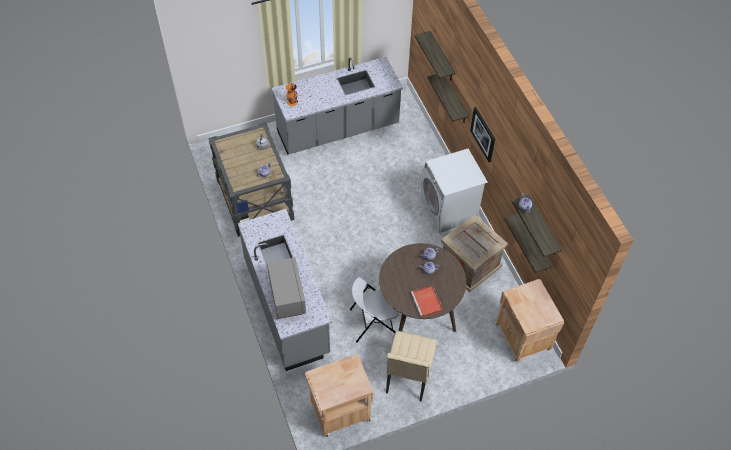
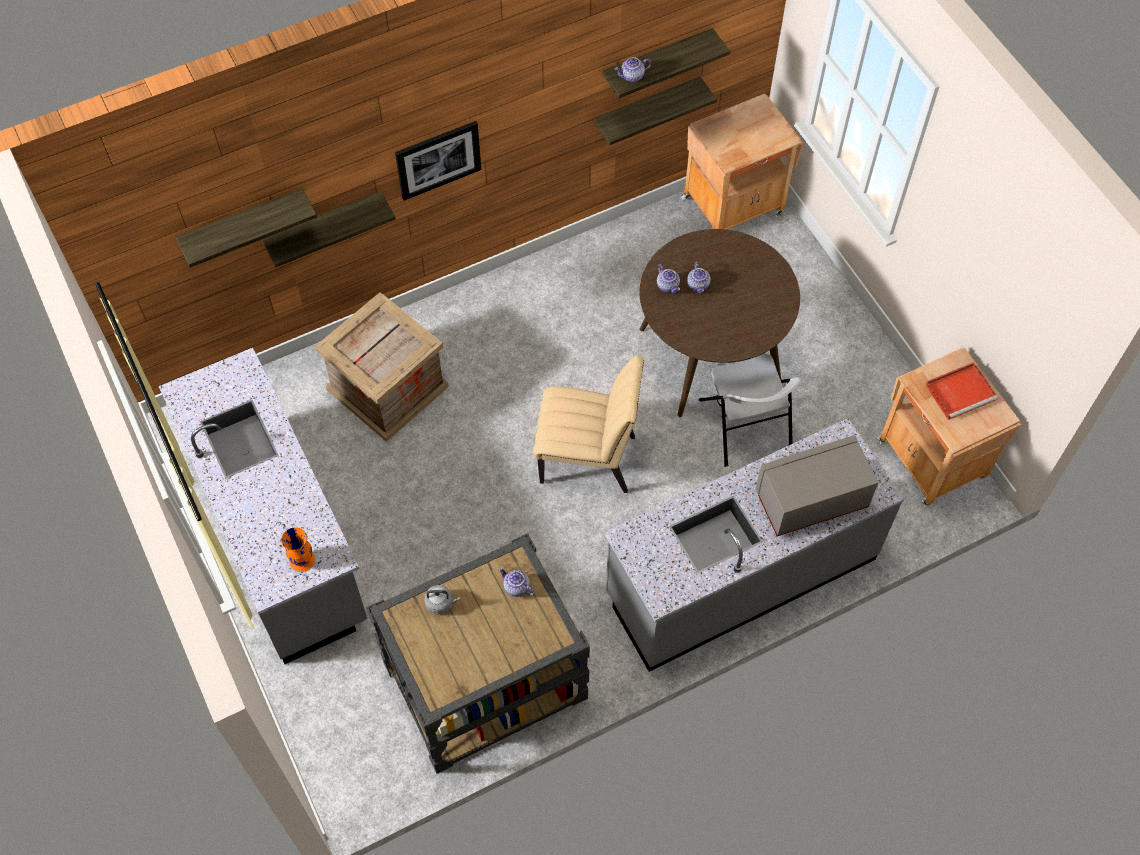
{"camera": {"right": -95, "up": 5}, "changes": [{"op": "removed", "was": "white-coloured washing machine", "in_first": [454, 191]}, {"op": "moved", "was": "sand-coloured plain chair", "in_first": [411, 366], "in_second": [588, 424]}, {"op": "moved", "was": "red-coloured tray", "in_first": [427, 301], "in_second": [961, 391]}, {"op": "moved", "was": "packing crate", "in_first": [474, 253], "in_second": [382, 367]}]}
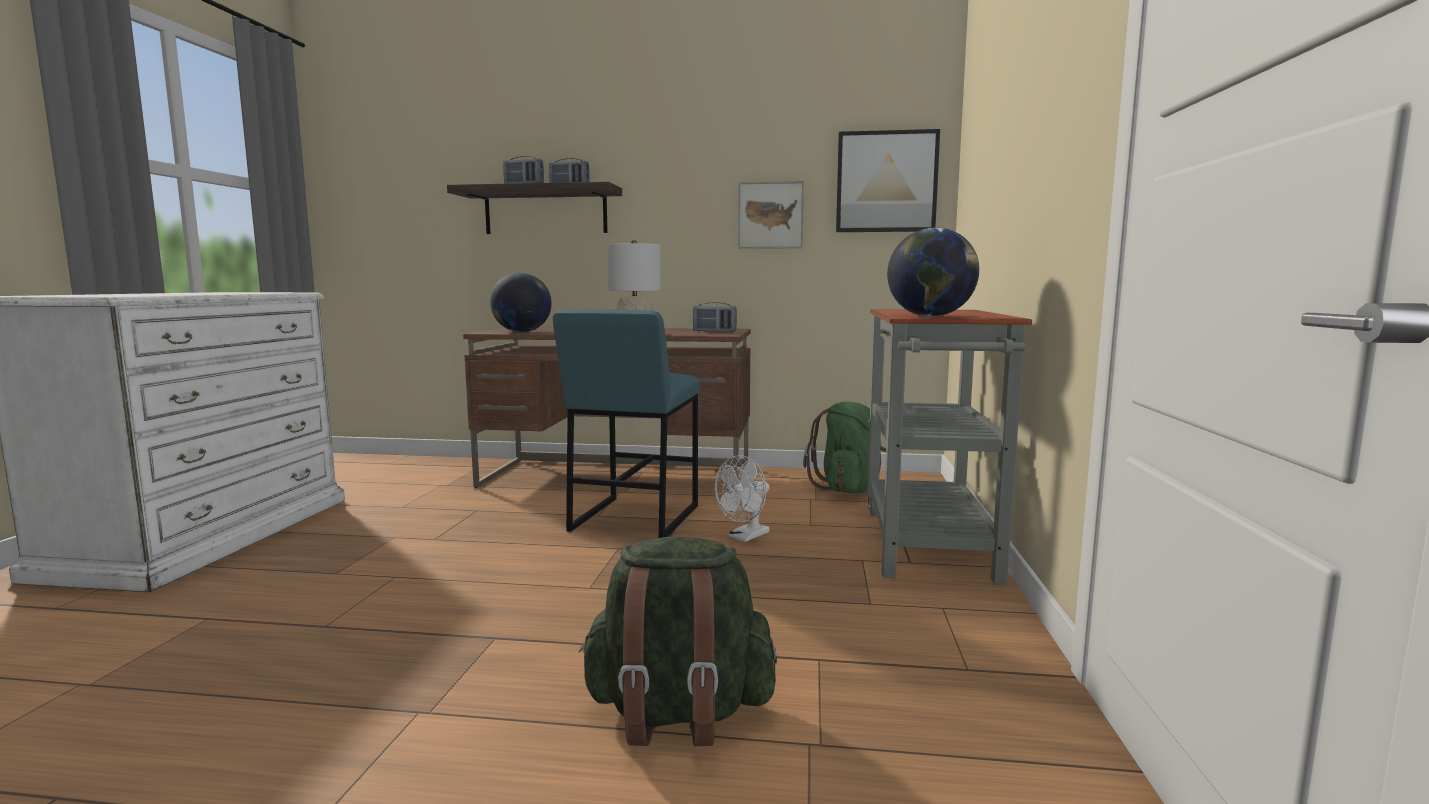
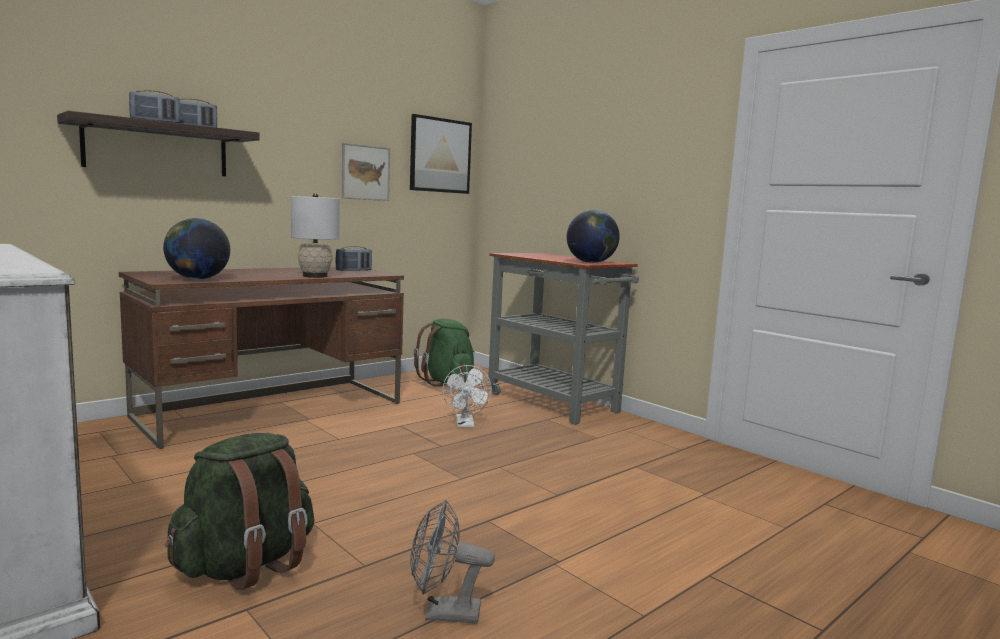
{"camera": {"right": -50, "up": 0}, "changes": [{"op": "removed", "was": "blue stool", "in_first": [626, 423]}, {"op": "added", "now": "gray fan", "in_second": [452, 561]}, {"op": "moved", "was": "green-coloured backpack", "in_first": [678, 641], "in_second": [239, 512]}]}
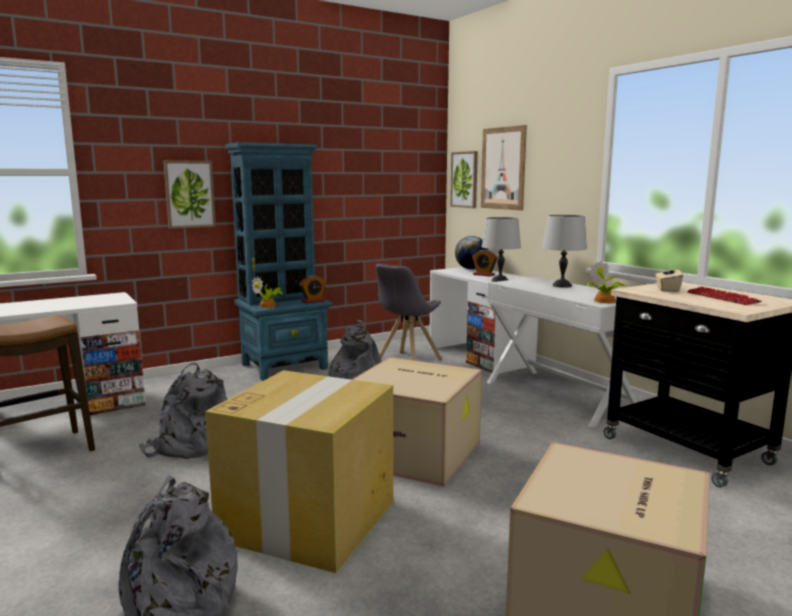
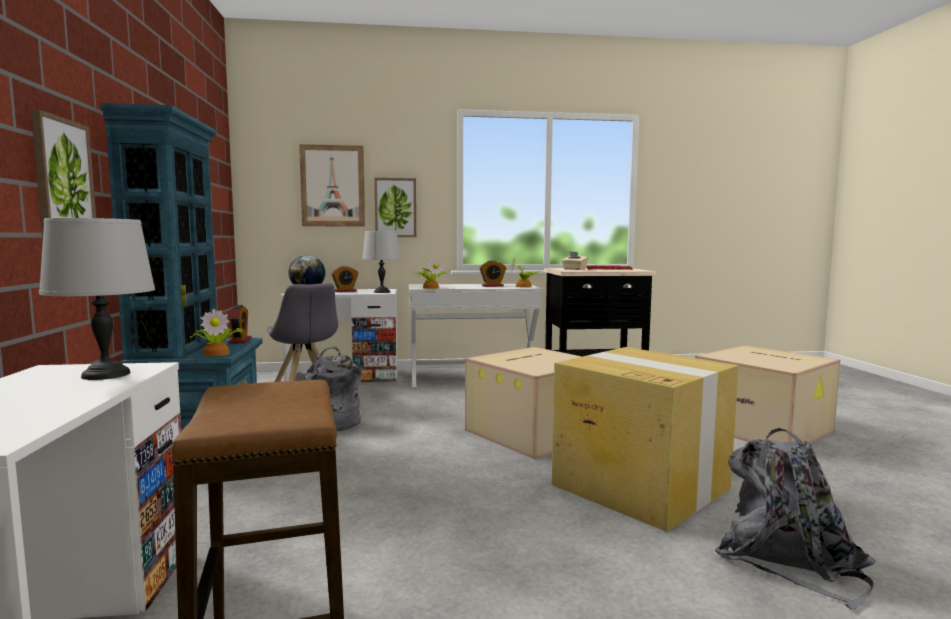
{"camera": {"right": -65, "up": -5}, "changes": [{"op": "removed", "was": "gray backpack", "in_first": [183, 410]}, {"op": "added", "now": "houseplant", "in_second": [431, 273]}, {"op": "added", "now": "alarm clock", "in_second": [492, 273]}, {"op": "moved", "was": "picture", "in_first": [464, 179], "in_second": [395, 207]}, {"op": "moved", "was": "gray table lamp", "in_first": [564, 251], "in_second": [97, 299]}]}
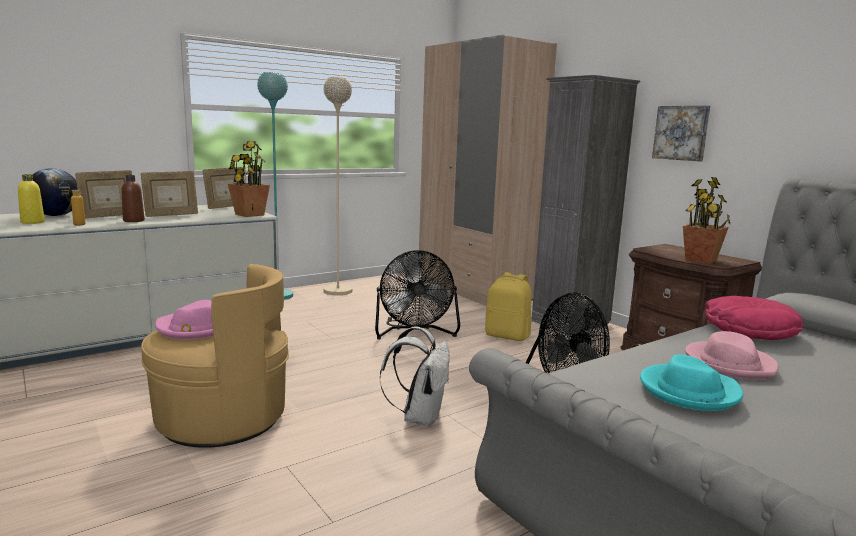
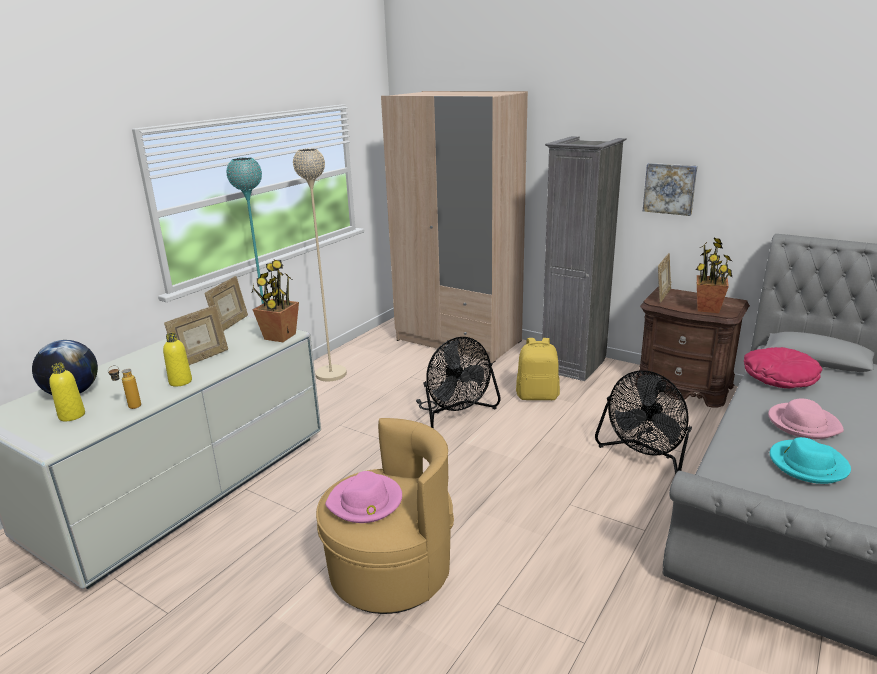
{"camera": {"right": -20, "up": 10}, "changes": [{"op": "removed", "was": "white-coloured backpack", "in_first": [415, 377]}, {"op": "moved", "was": "photo frame", "in_first": [103, 194], "in_second": [664, 278]}, {"op": "recoloured", "was": "brown beverage bottle", "now": "yellowish beverage bottle", "in_first": [133, 198], "in_second": [177, 360]}]}
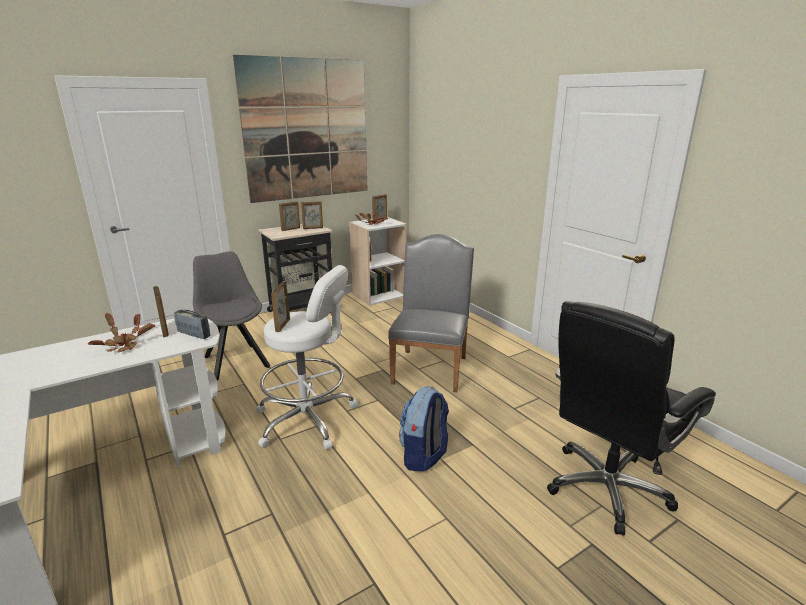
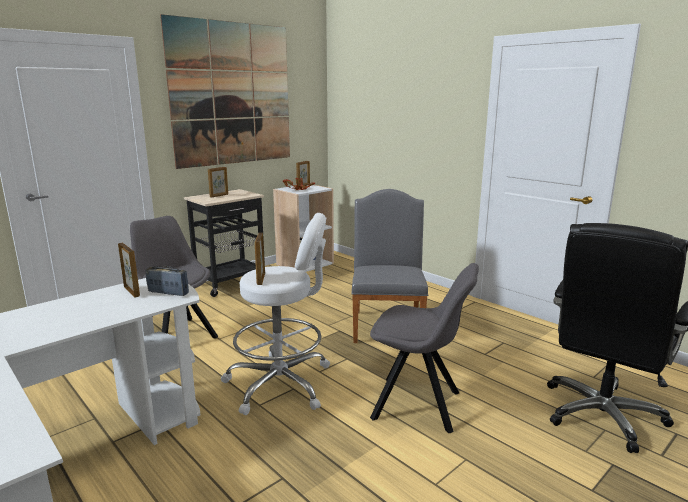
{"camera": {"right": -10, "up": -5}, "changes": [{"op": "removed", "was": "houseplant", "in_first": [121, 333]}, {"op": "removed", "was": "photo frame", "in_first": [312, 215]}, {"op": "replaced", "was": "backpack", "now": "gray plain chair", "in_first": [424, 429], "in_second": [424, 348]}]}
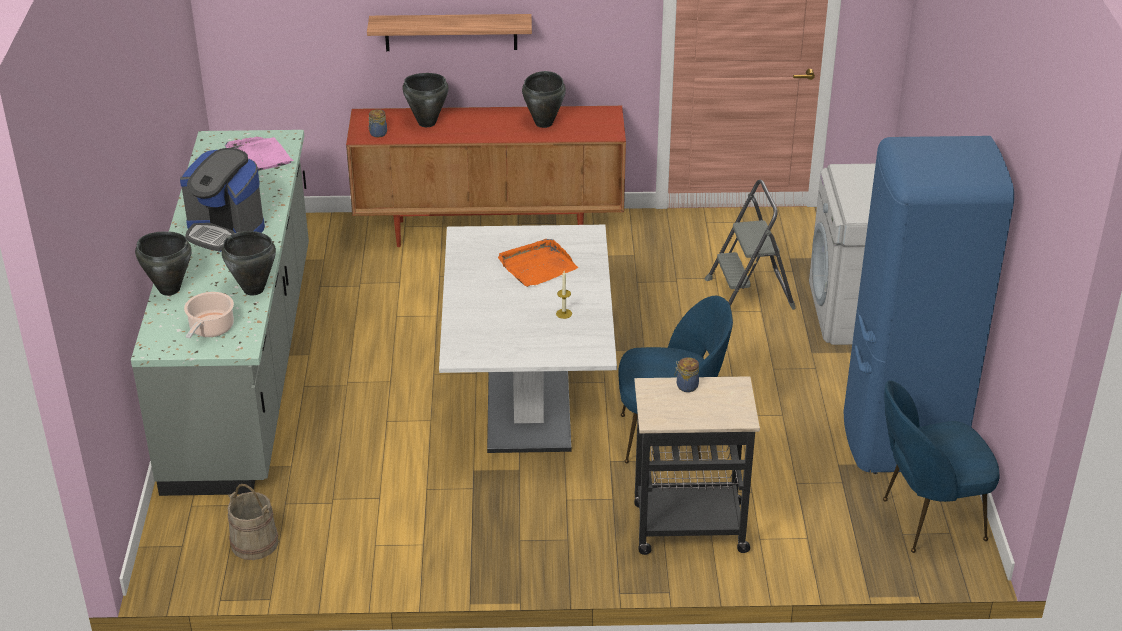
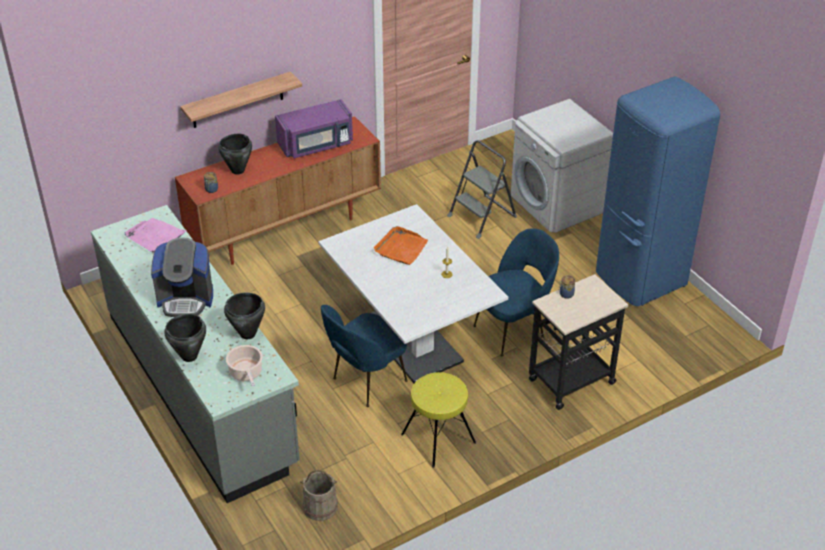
{"camera": {"right": -30, "up": 5}, "changes": [{"op": "added", "now": "yellowish stool", "in_second": [438, 420]}, {"op": "moved", "was": "blue plain chair", "in_first": [941, 466], "in_second": [364, 356]}, {"op": "replaced", "was": "blackish cooking pot", "now": "purple kitchen microwave", "in_first": [544, 99], "in_second": [314, 128]}]}
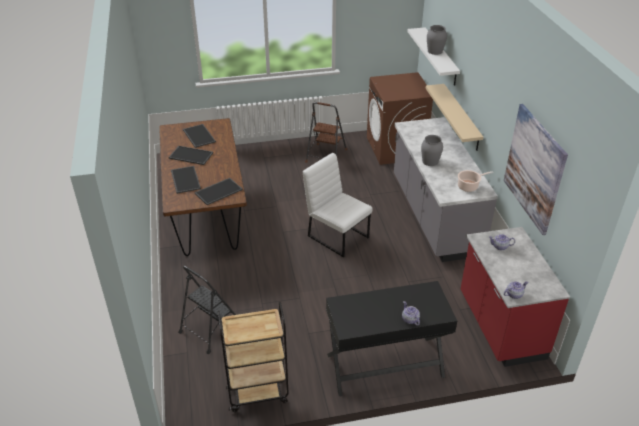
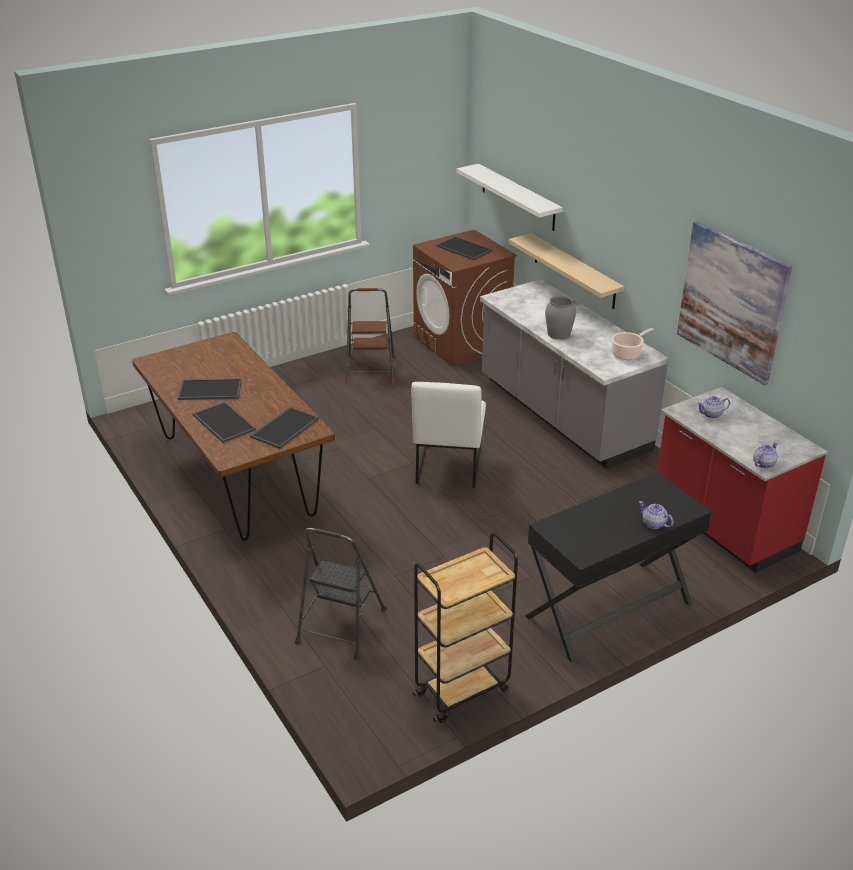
{"camera": {"right": -20, "up": -5}, "changes": [{"op": "removed", "was": "gray vase", "in_first": [437, 40]}, {"op": "moved", "was": "tray", "in_first": [199, 136], "in_second": [464, 248]}, {"op": "turned", "was": "white-coloured plain chair", "in_first": [338, 205], "in_second": [448, 435], "clockwise": -105}]}
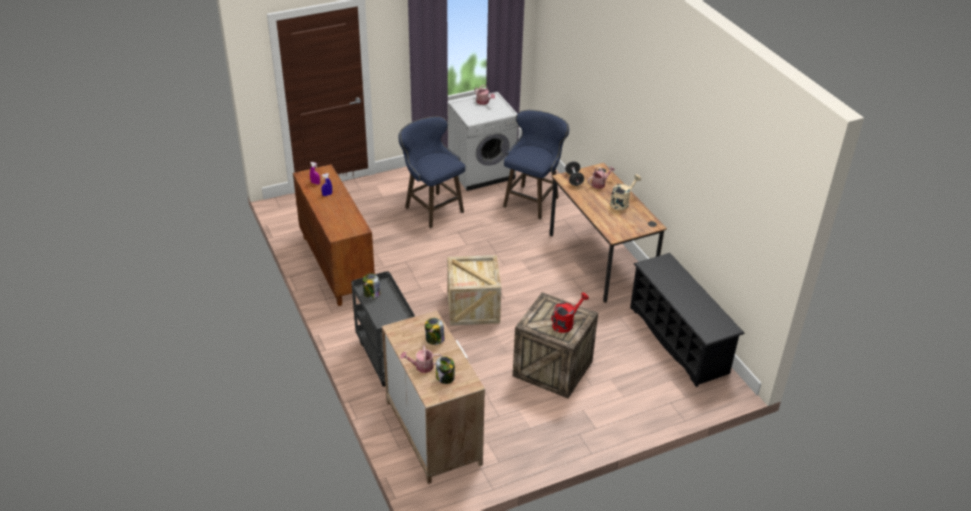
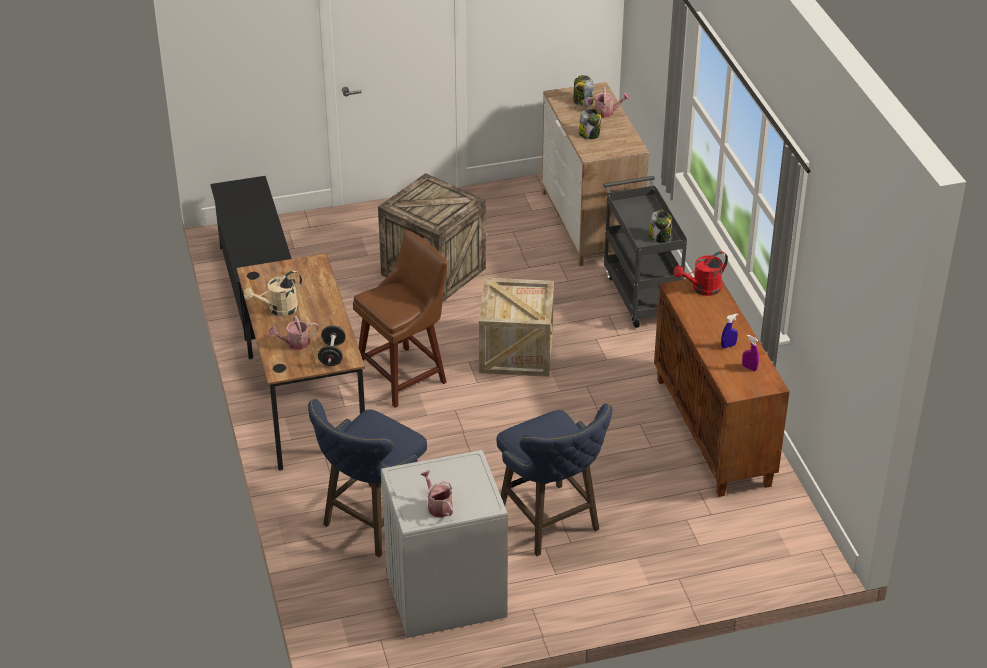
{"camera": {"right": -170, "up": 0}, "changes": [{"op": "added", "now": "brown plain chair", "in_second": [400, 319]}, {"op": "moved", "was": "red-coloured sprinkling can", "in_first": [570, 313], "in_second": [700, 273]}]}
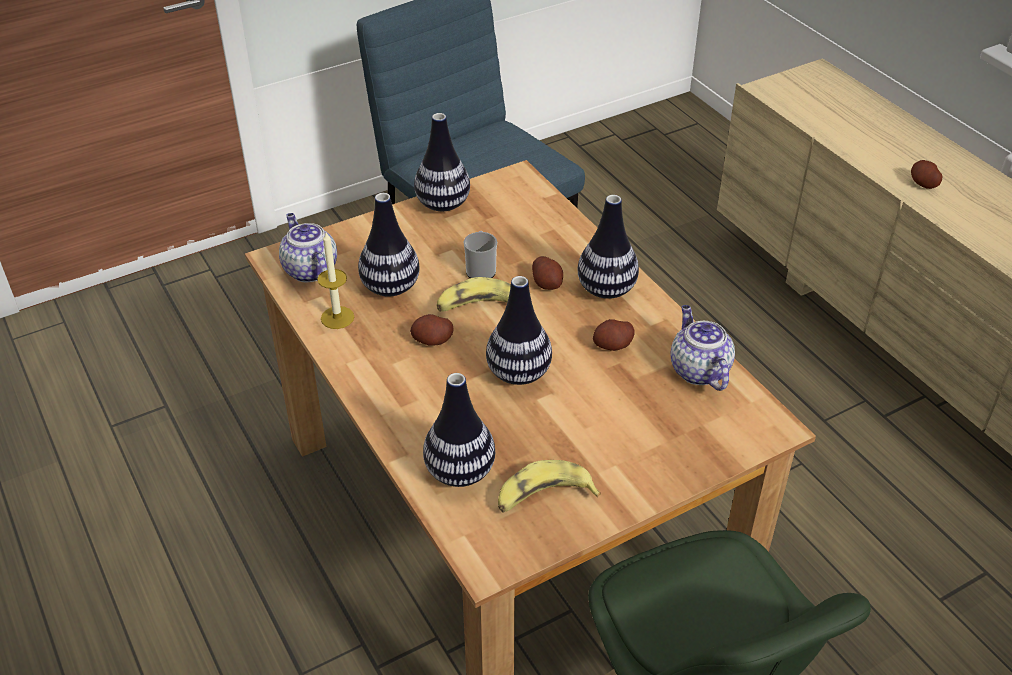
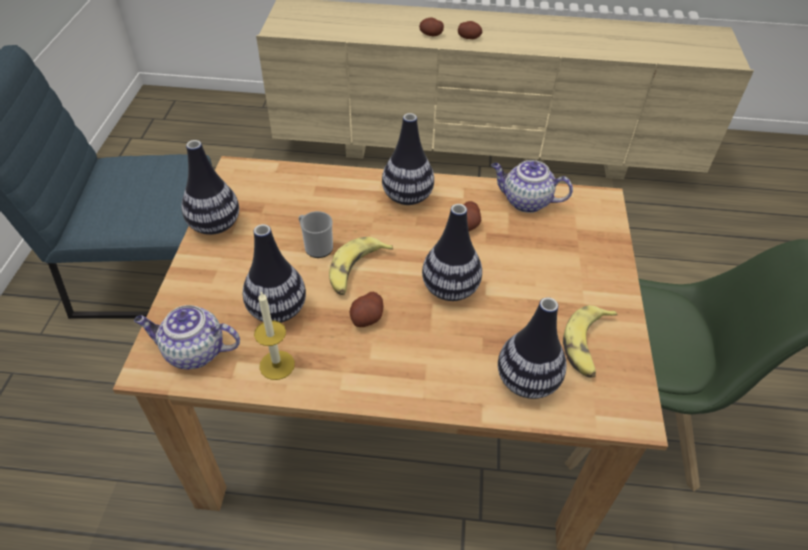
{"camera": {"right": -55, "up": 5}, "changes": [{"op": "moved", "was": "spud", "in_first": [547, 273], "in_second": [470, 30]}]}
